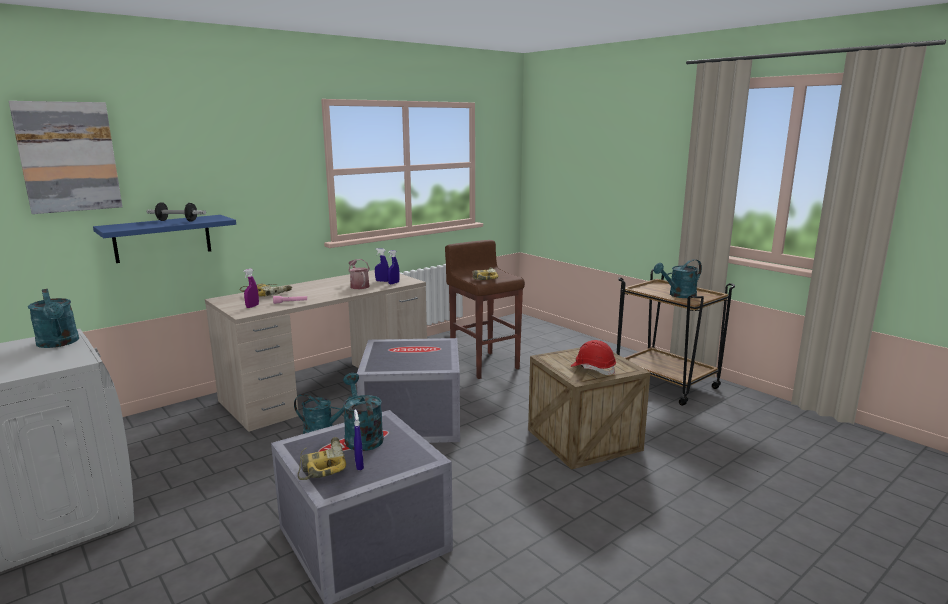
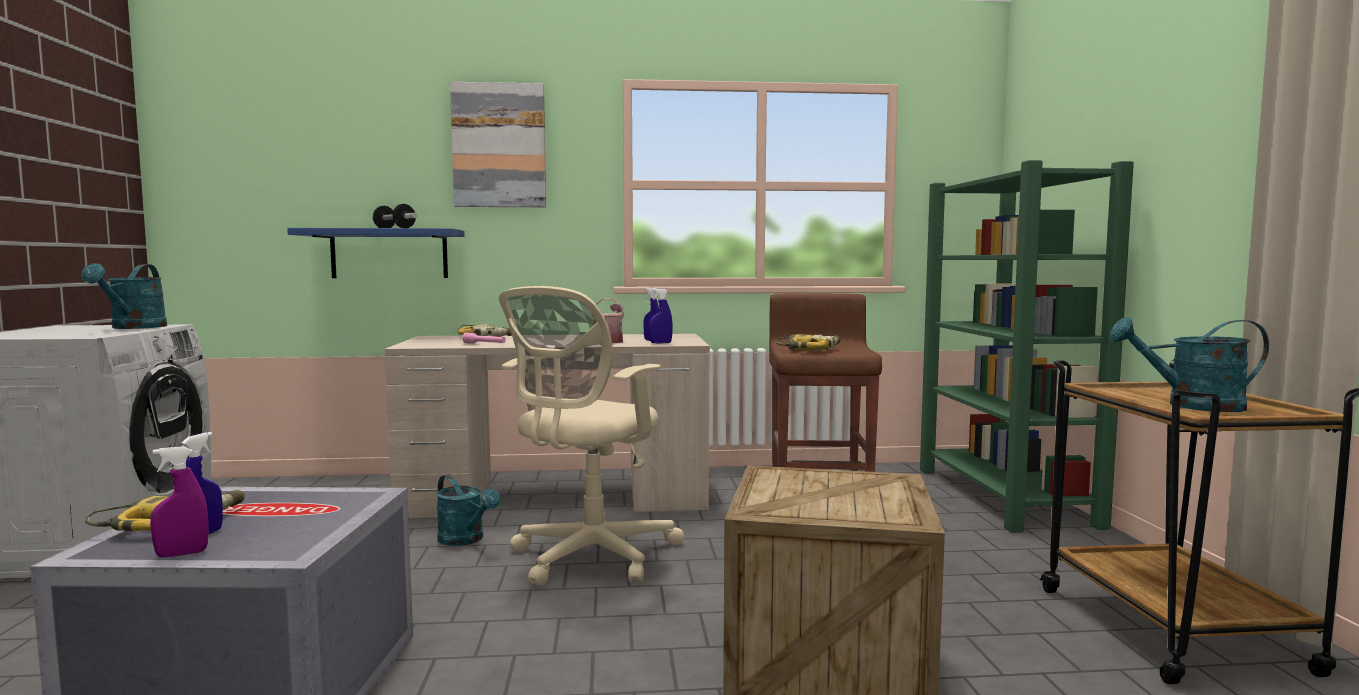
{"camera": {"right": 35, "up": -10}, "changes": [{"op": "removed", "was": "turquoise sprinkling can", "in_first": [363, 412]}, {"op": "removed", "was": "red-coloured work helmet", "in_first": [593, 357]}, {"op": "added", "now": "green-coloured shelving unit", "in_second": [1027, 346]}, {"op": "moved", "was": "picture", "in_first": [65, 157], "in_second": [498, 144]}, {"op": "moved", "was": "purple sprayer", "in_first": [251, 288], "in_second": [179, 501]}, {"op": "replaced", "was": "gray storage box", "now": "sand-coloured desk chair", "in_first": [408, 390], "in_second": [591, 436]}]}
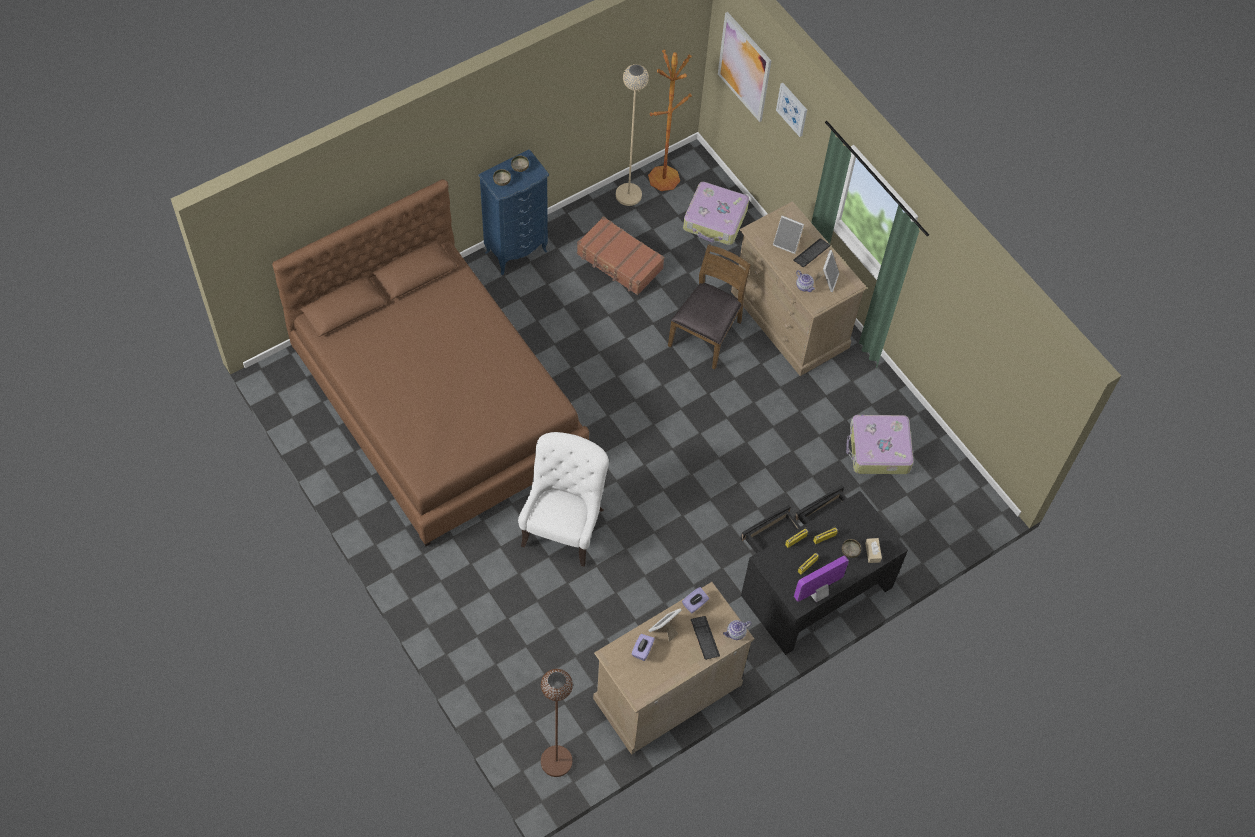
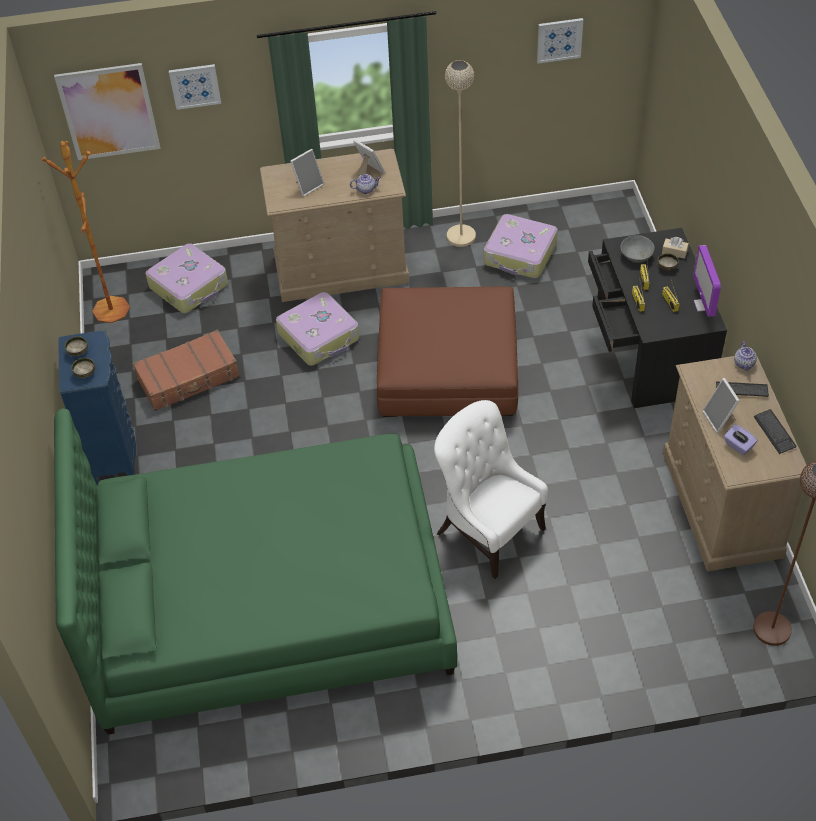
{"camera": {"right": -60, "up": -10}, "changes": [{"op": "removed", "was": "purple tissue holder", "in_first": [695, 600]}, {"op": "added", "now": "brown ottoman", "in_second": [447, 352]}, {"op": "added", "now": "picture", "in_second": [560, 41]}, {"op": "added", "now": "gray bowl", "in_second": [637, 248]}, {"op": "moved", "was": "sand-coloured standard lamp", "in_first": [632, 135], "in_second": [460, 153]}, {"op": "moved", "was": "computer keyboard", "in_first": [812, 252], "in_second": [775, 431]}, {"op": "replaced", "was": "brown plain chair", "now": "piece of luggage", "in_first": [709, 306], "in_second": [317, 329]}, {"op": "recoloured", "was": "brown sleeping bed", "now": "green-coloured sleeping bed", "in_first": [430, 362], "in_second": [255, 571]}]}
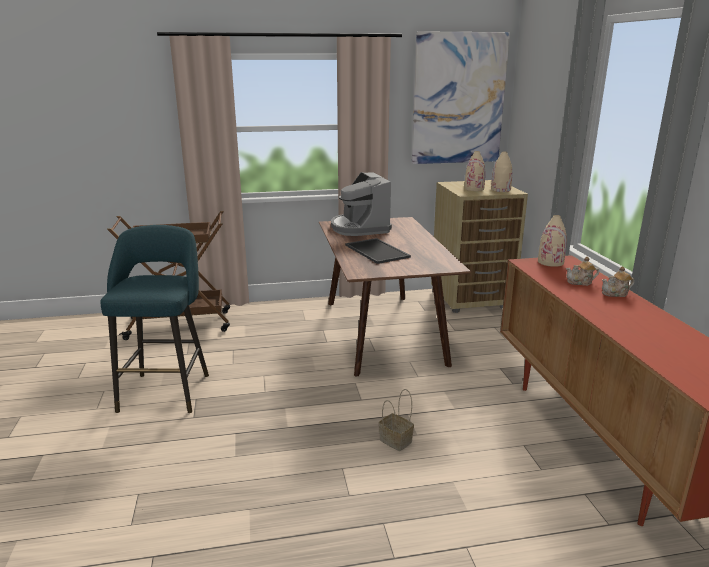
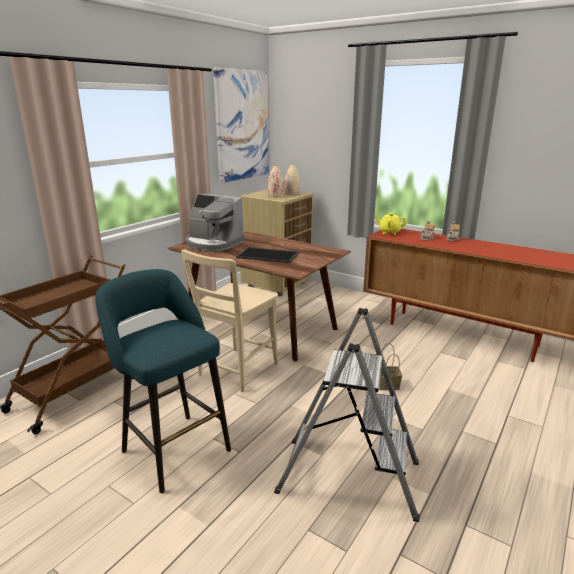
{"camera": {"right": -45, "up": 0}, "changes": [{"op": "added", "now": "sand-coloured plain chair", "in_second": [230, 320]}, {"op": "added", "now": "gray stepladder", "in_second": [346, 415]}, {"op": "replaced", "was": "sand-coloured vase", "now": "yellowish teapot", "in_first": [552, 241], "in_second": [390, 224]}]}
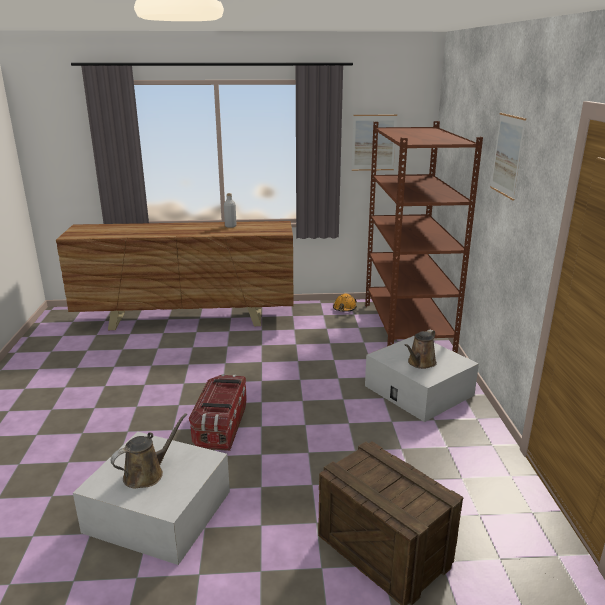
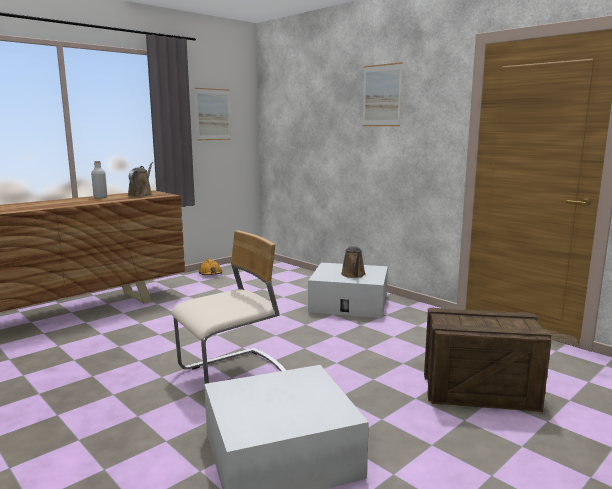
{"camera": {"right": -40, "up": -10}, "changes": [{"op": "removed", "was": "brown shelving unit", "in_first": [424, 237]}, {"op": "moved", "was": "brown sprinkling can", "in_first": [149, 451], "in_second": [140, 179]}, {"op": "replaced", "was": "storage box", "now": "sand-coloured plain chair", "in_first": [218, 412], "in_second": [229, 307]}]}
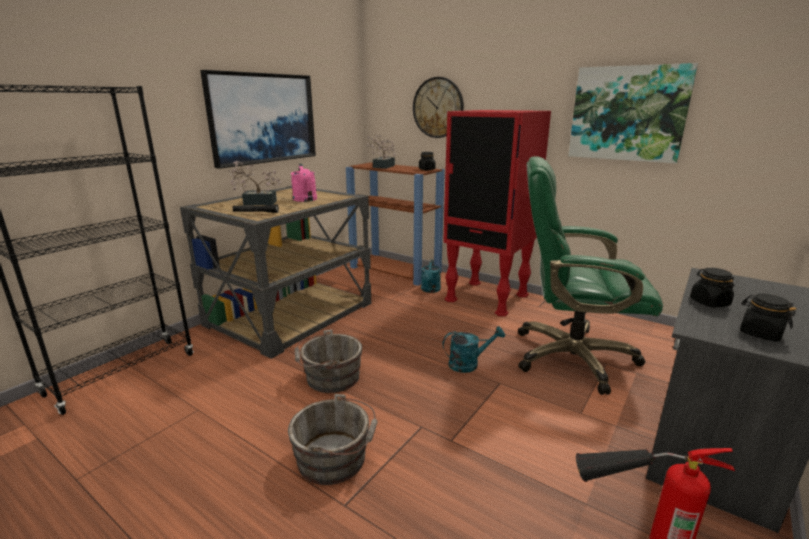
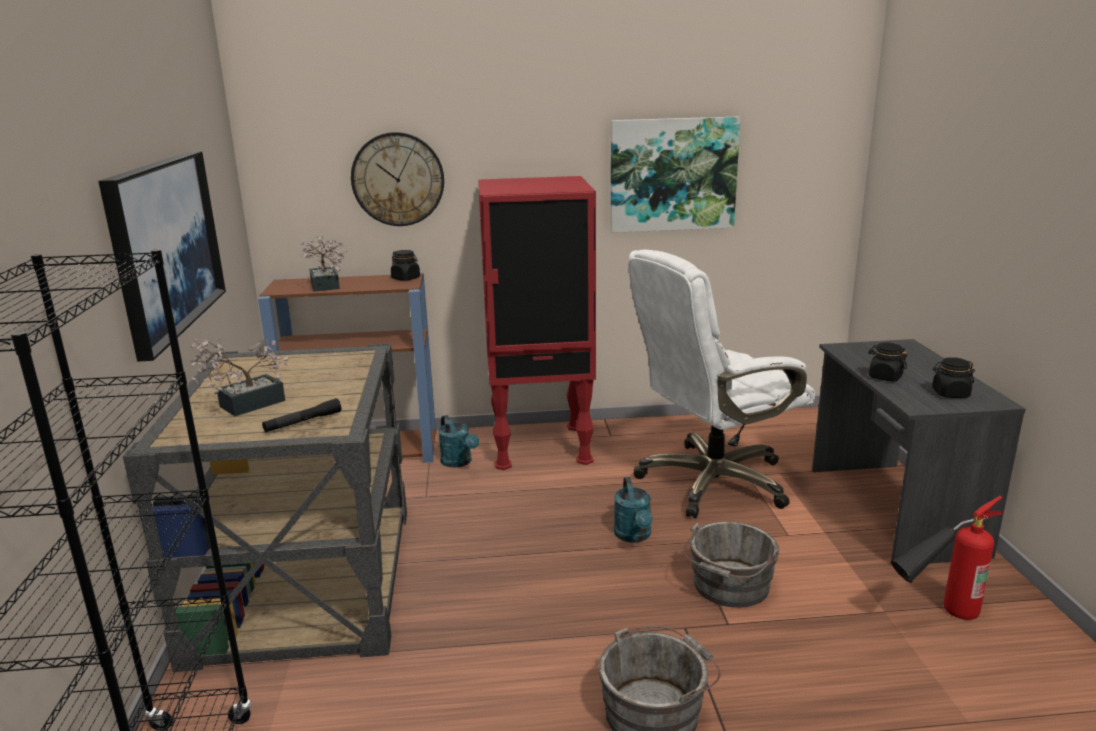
{"camera": {"right": -40, "up": 0}, "changes": [{"op": "removed", "was": "pink sprinkling can", "in_first": [304, 183]}, {"op": "moved", "was": "gray bucket", "in_first": [328, 361], "in_second": [731, 564]}, {"op": "recoloured", "was": "green-coloured desk chair", "now": "white-coloured desk chair", "in_first": [590, 275], "in_second": [721, 384]}, {"op": "turned", "was": "turquoise sprinkling can", "in_first": [473, 349], "in_second": [633, 510], "clockwise": 135}]}
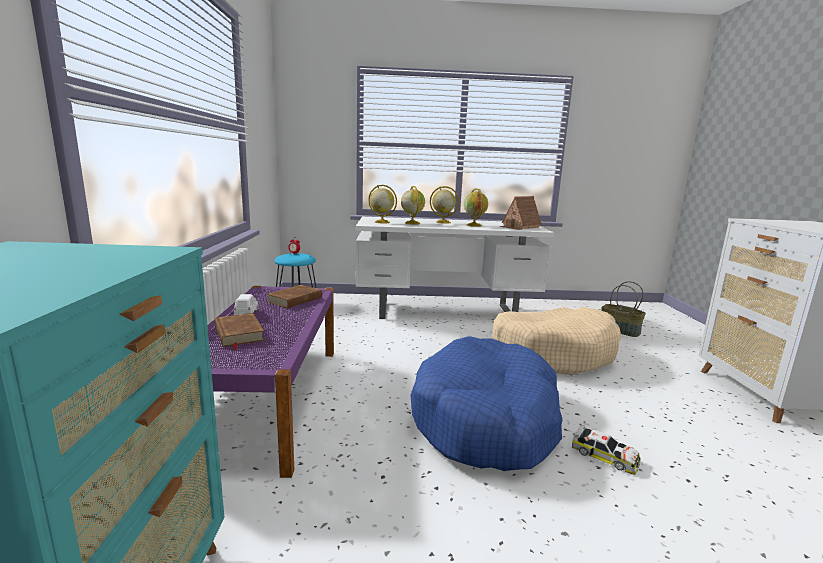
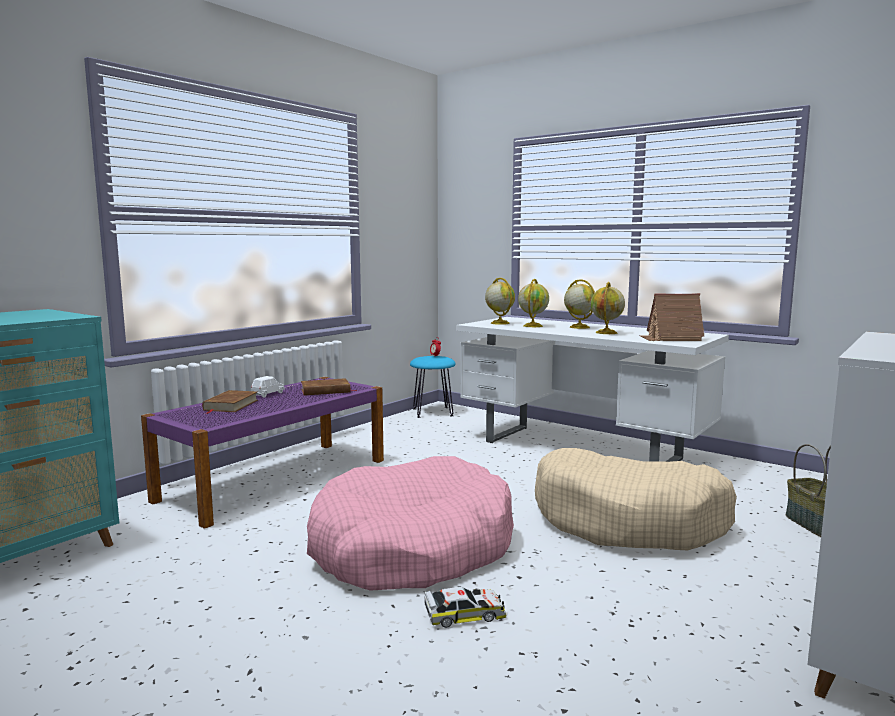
{"camera": {"right": 40, "up": -5}, "changes": [{"op": "recoloured", "was": "blue dog cushion", "now": "pink dog cushion", "in_first": [486, 403], "in_second": [410, 523]}, {"op": "turned", "was": "model car", "in_first": [606, 449], "in_second": [464, 607], "clockwise": -90}]}
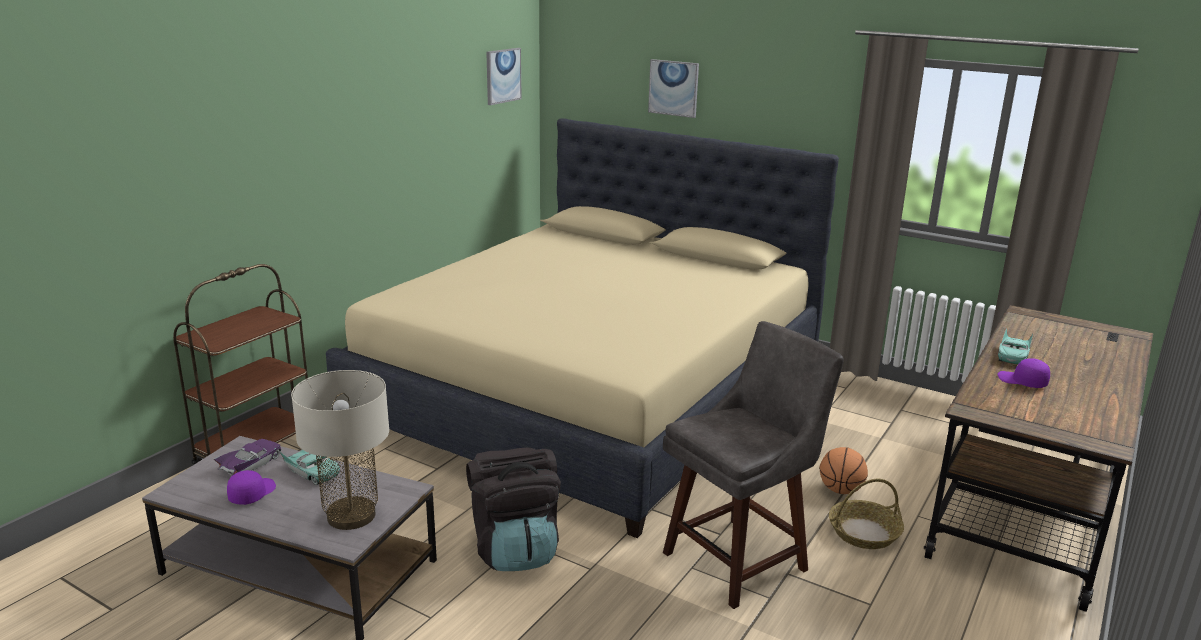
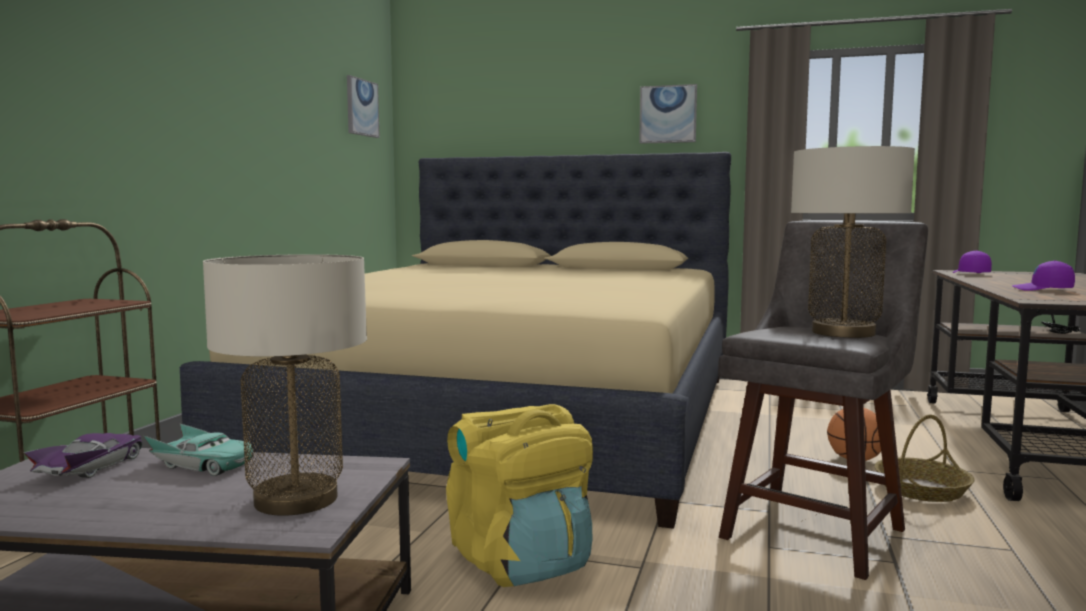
{"camera": {"right": -15, "up": -15}, "changes": [{"op": "removed", "was": "turquoise model car", "in_first": [1015, 346]}, {"op": "added", "now": "table lamp", "in_second": [853, 242]}, {"op": "moved", "was": "purple baseball cap", "in_first": [251, 487], "in_second": [972, 261]}, {"op": "moved", "was": "picture", "in_first": [673, 88], "in_second": [668, 114]}, {"op": "recoloured", "was": "blackish backpack", "now": "yellowish backpack", "in_first": [513, 509], "in_second": [519, 495]}]}
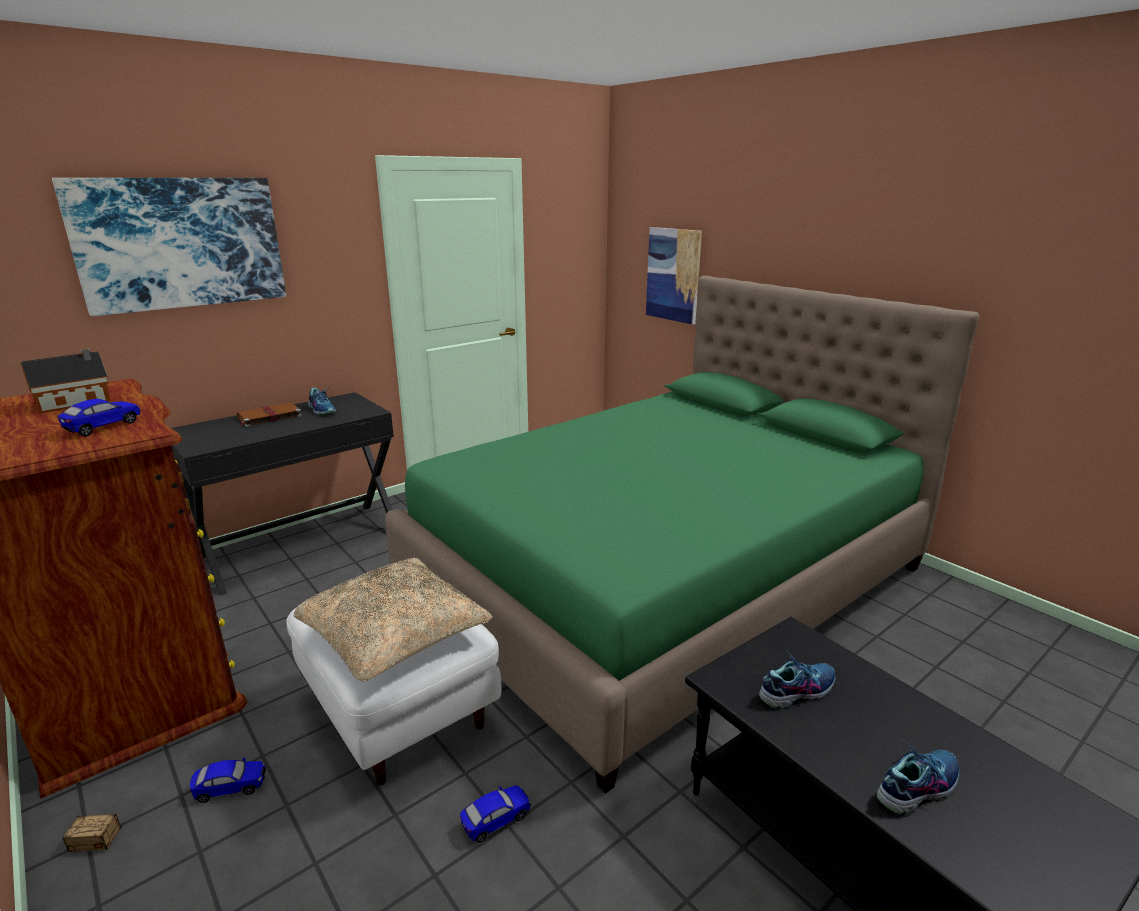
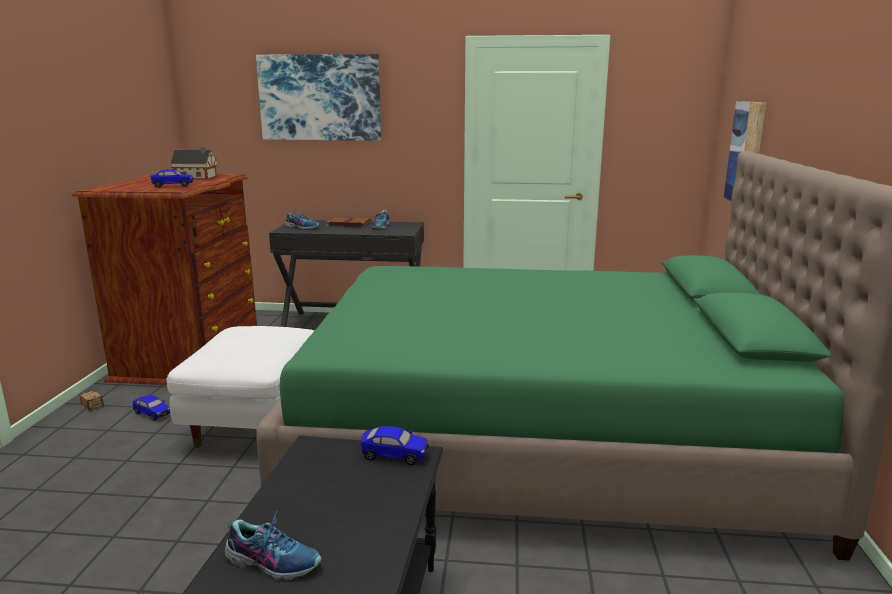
{"camera": {"right": 45, "up": -5}, "changes": [{"op": "removed", "was": "sand-coloured pillow", "in_first": [393, 619]}, {"op": "moved", "was": "model car", "in_first": [495, 814], "in_second": [395, 445]}, {"op": "moved", "was": "low shoe", "in_first": [797, 679], "in_second": [302, 220]}]}
